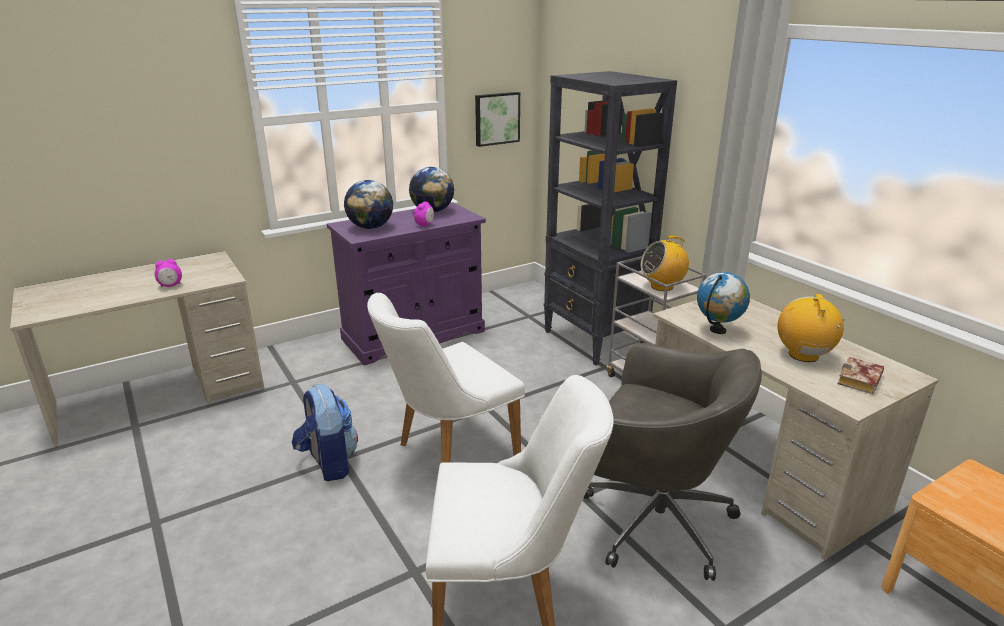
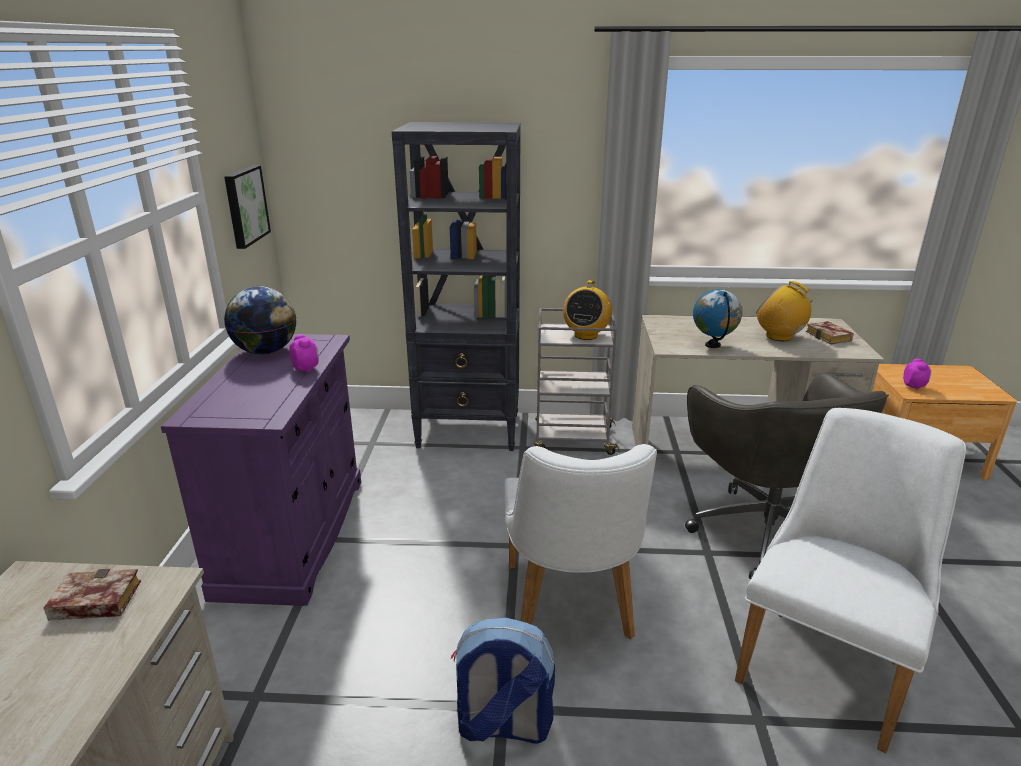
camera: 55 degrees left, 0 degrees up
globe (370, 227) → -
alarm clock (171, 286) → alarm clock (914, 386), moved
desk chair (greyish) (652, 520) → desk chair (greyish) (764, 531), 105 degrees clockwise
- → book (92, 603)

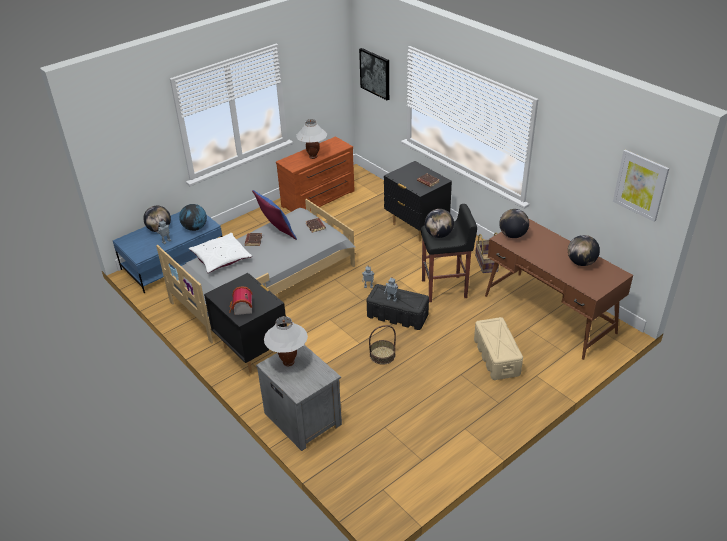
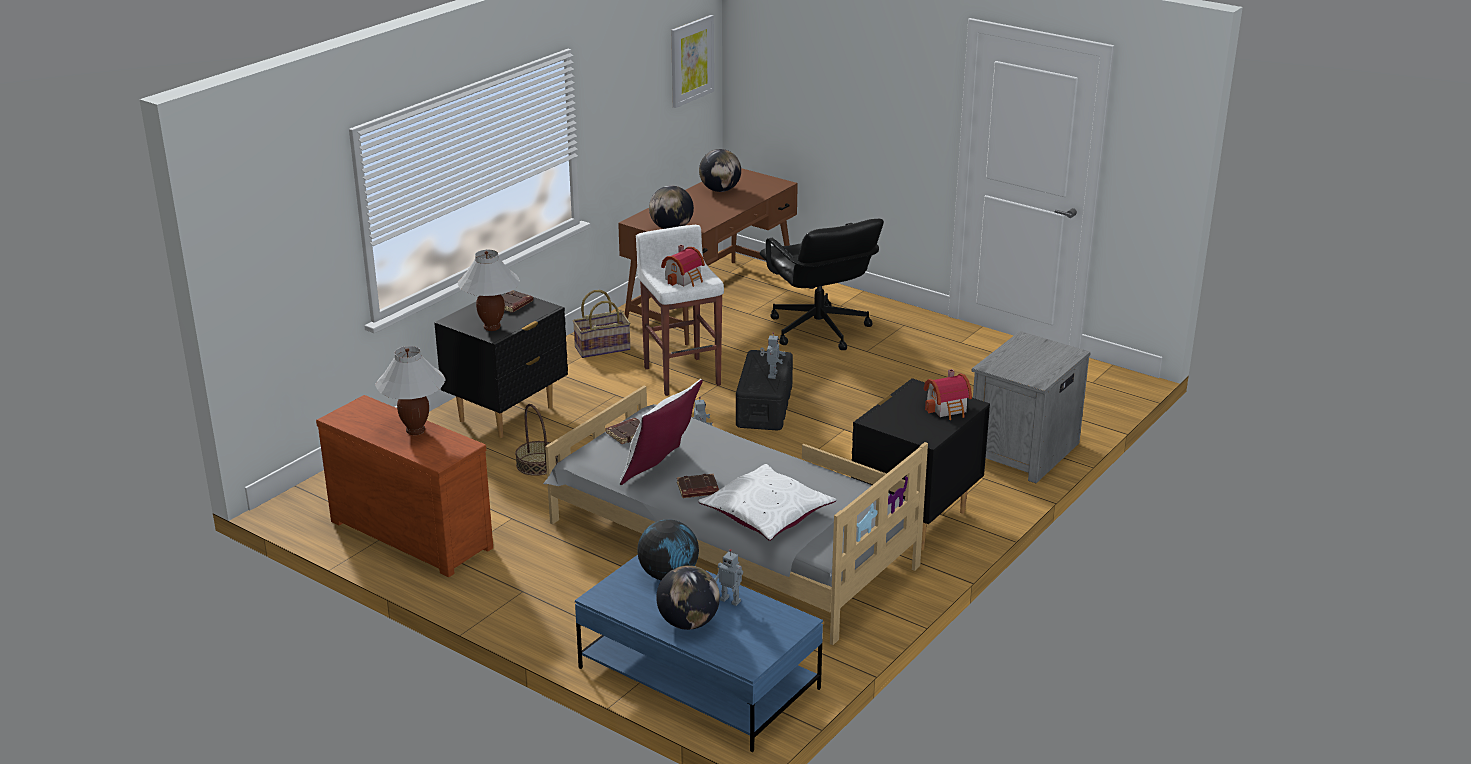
camera: 105 degrees left, 10 degrees down
wall picture (375, 73) → -
pillow (blue-coloured) (277, 233) → pillow (white) (661, 470)
stool seat (black) (445, 289) → stool seat (white) (682, 375)
globe (438, 235) → model house (685, 279)
table lamp (white) (288, 362) → table lamp (white) (492, 327), moved
storage box (beige-coloured) (496, 356) → desk chair (black) (818, 330)
household basket (382, 355) → household basket (538, 464), moved

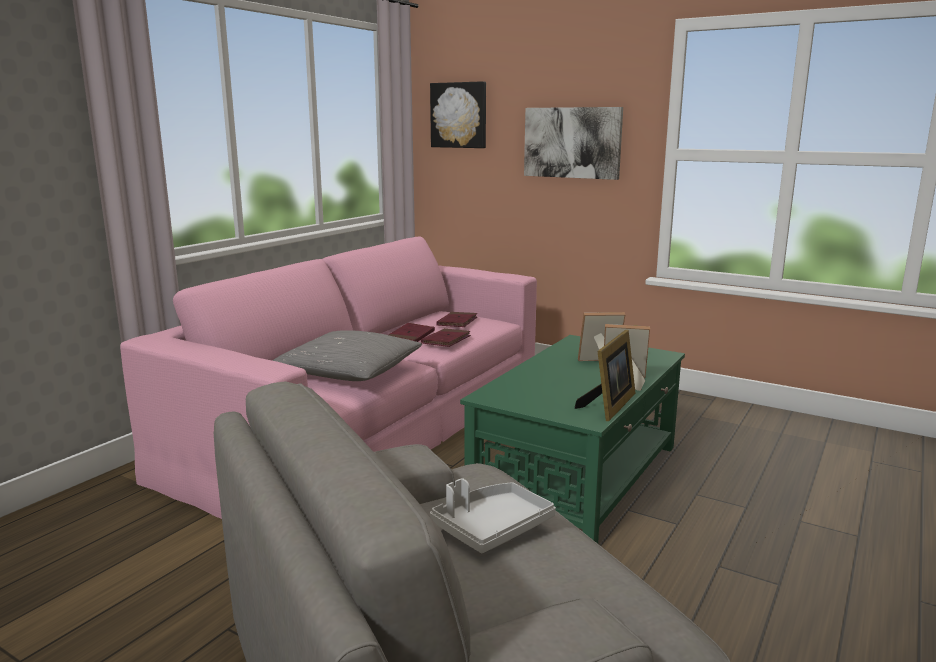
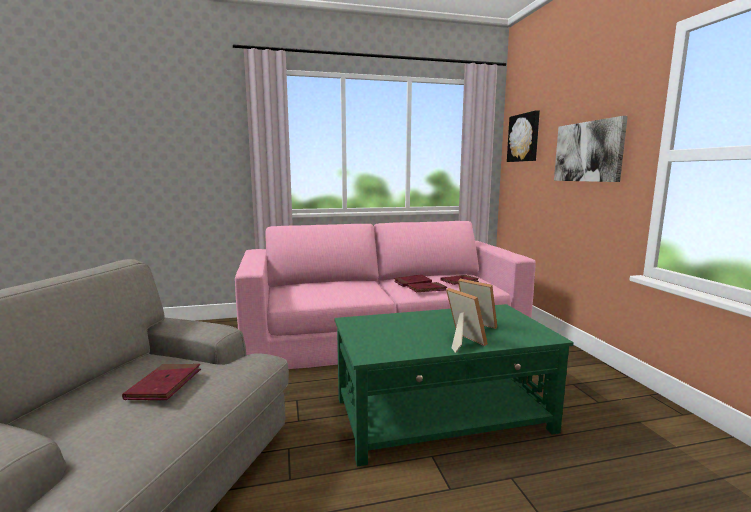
camera: 45 degrees right, 5 degrees down
pillow (greyish) (349, 372) → -
picture frame (609, 405) → -
tray (greyish) (492, 528) → book (red) (164, 385)

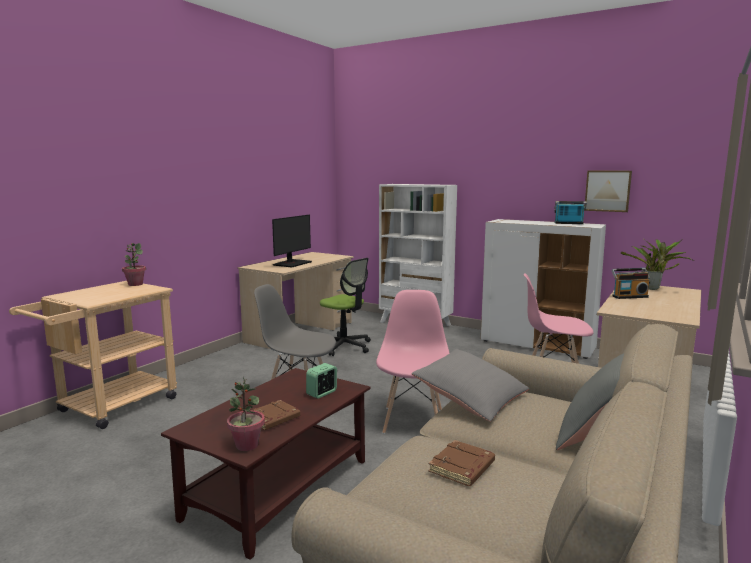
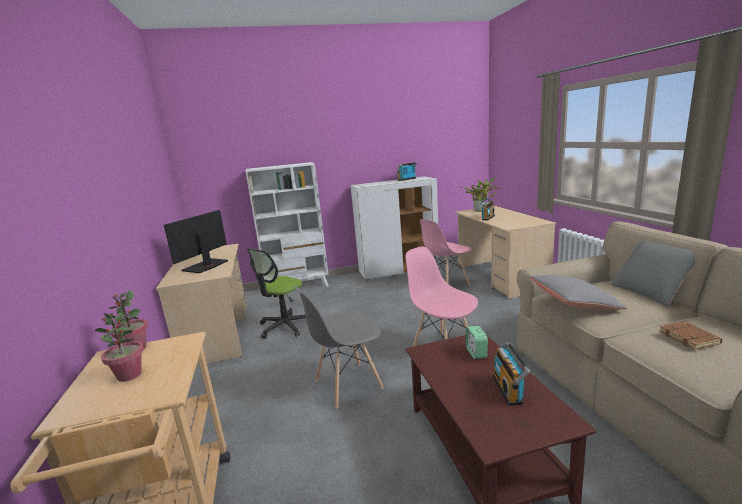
camera: 45 degrees left, 5 degrees up
wall picture (607, 191) → -
computer screen (292, 263) → computer screen (205, 266), 135 degrees counterclockwise
desk chair (345, 346) → desk chair (285, 326), 135 degrees clockwise
plant in a pot (247, 445) → plant in a pot (129, 375), moved
book (brown-coloured) (273, 419) → radio (509, 389)

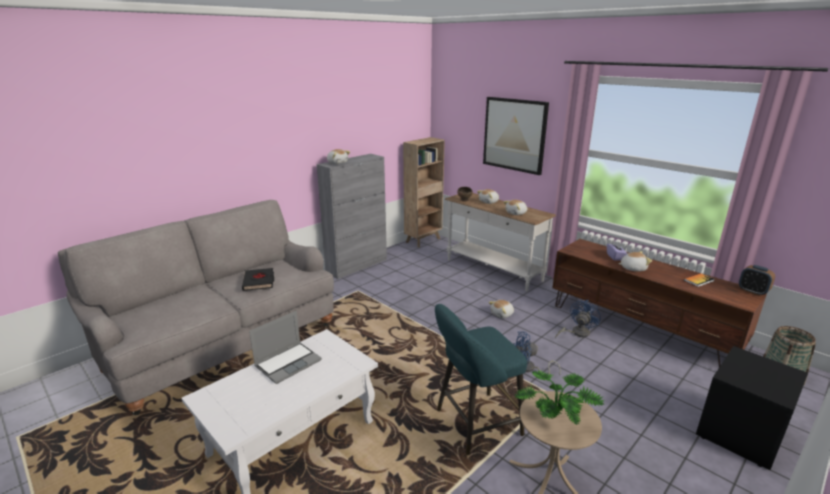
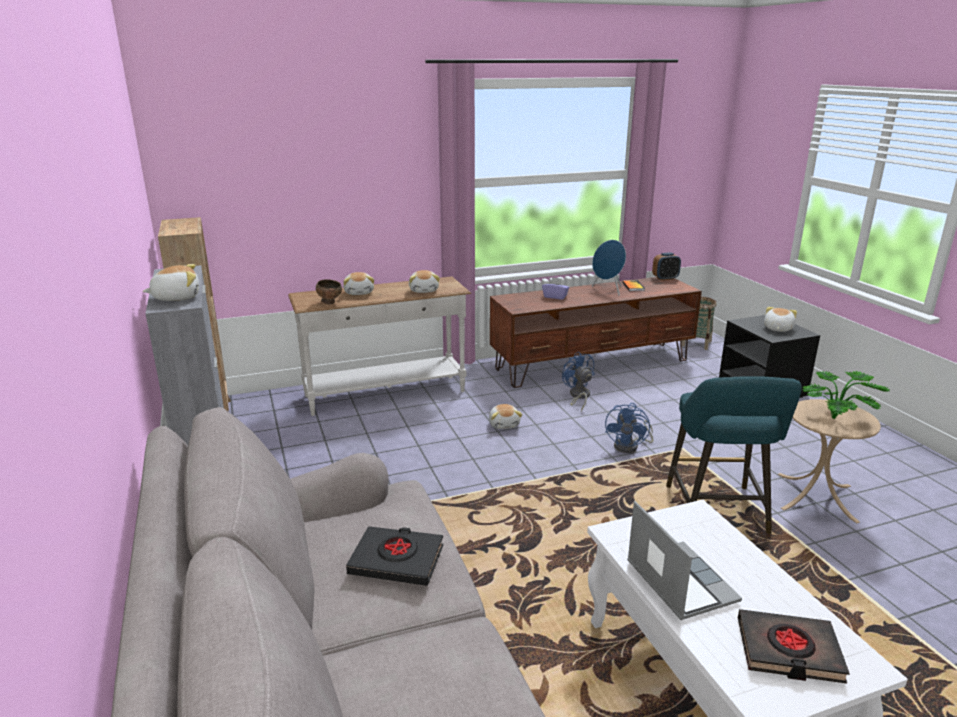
camera: 65 degrees left, 0 degrees up
wall picture (514, 134) → -
soft toy (632, 268) → soft toy (777, 329), moved
- → audio speaker (blue-coloured) (608, 290)
- → book (black) (788, 651)

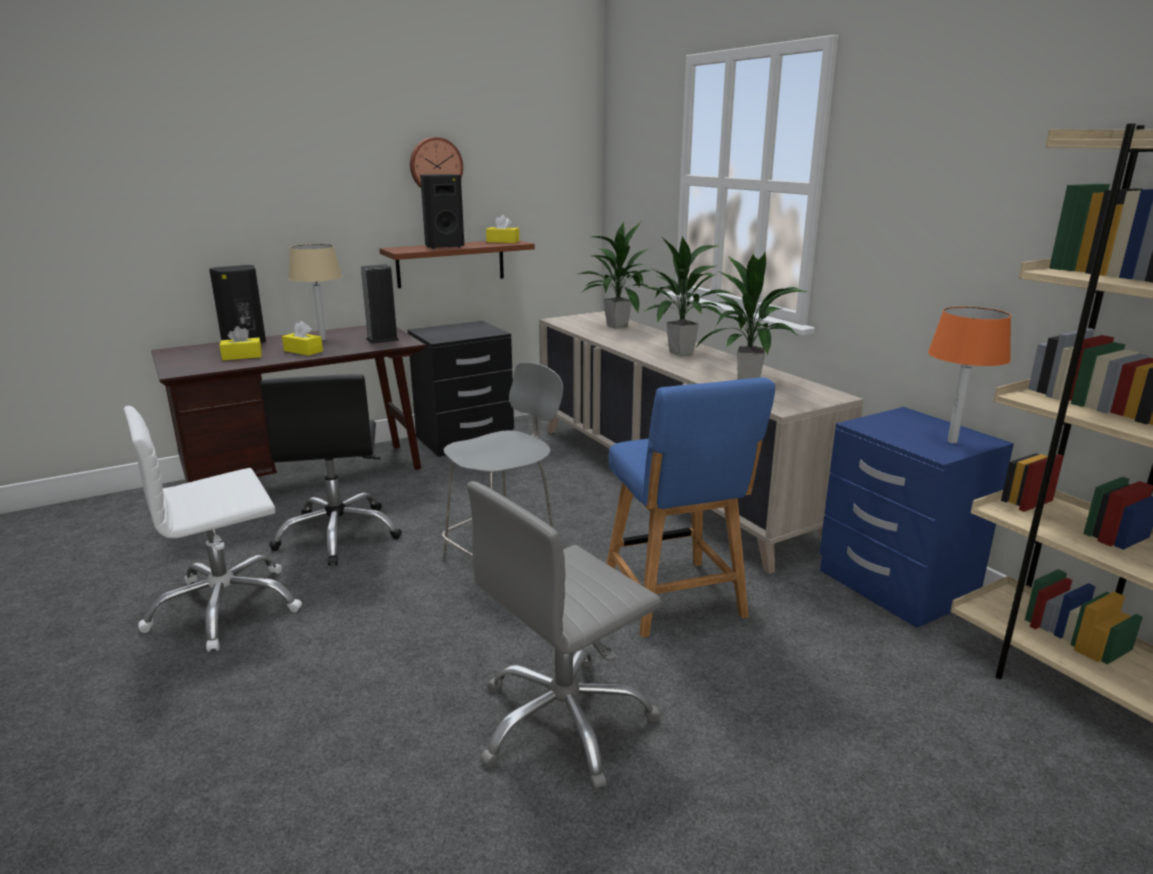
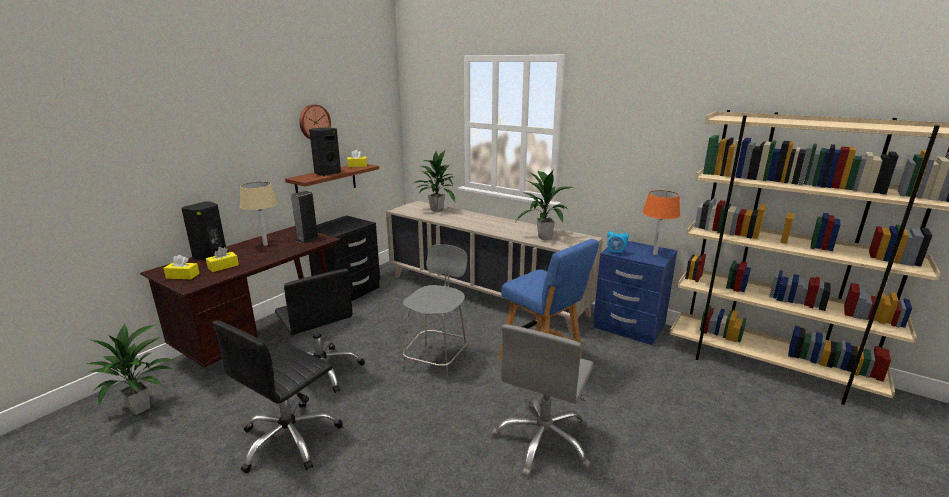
camera: 25 degrees left, 0 degrees up
plant in a pot (682, 352) → plant in a pot (141, 408), moved
tissue box (yellow) (303, 351) → tissue box (yellow) (183, 276), moved
desk chair (white) (225, 608) → desk chair (black) (290, 439)
- → alarm clock (615, 252)

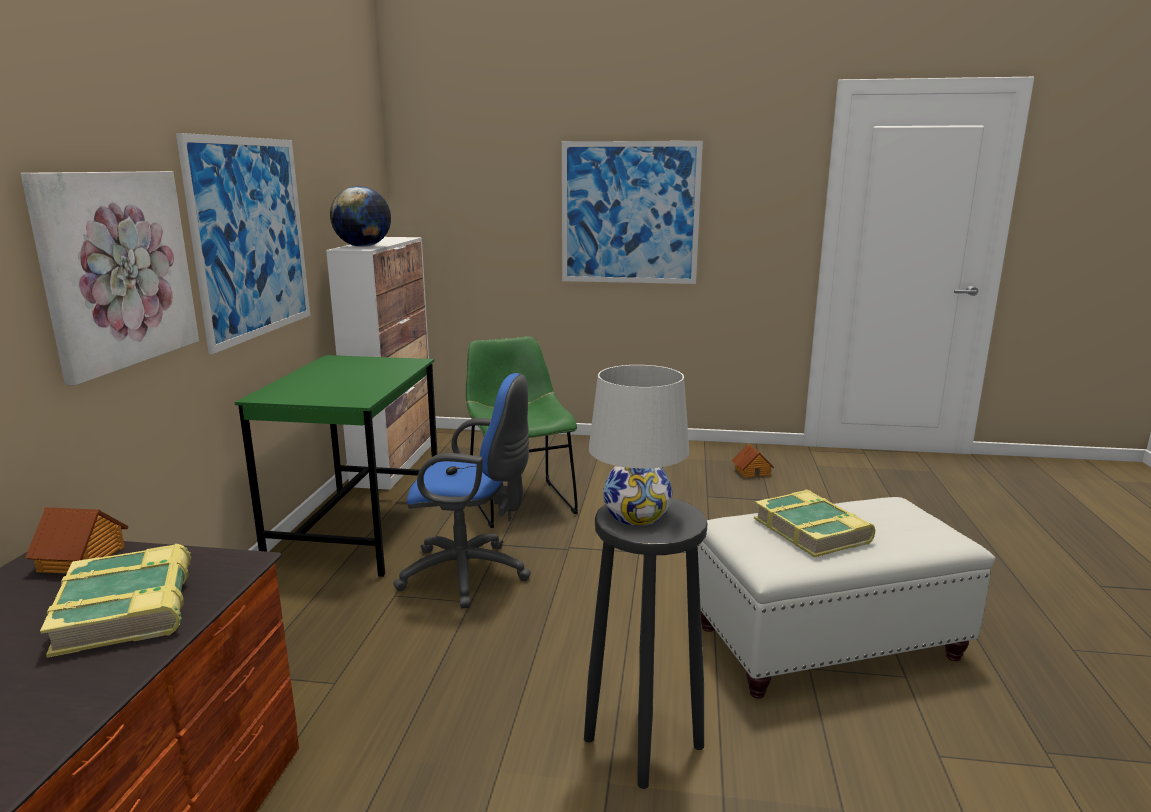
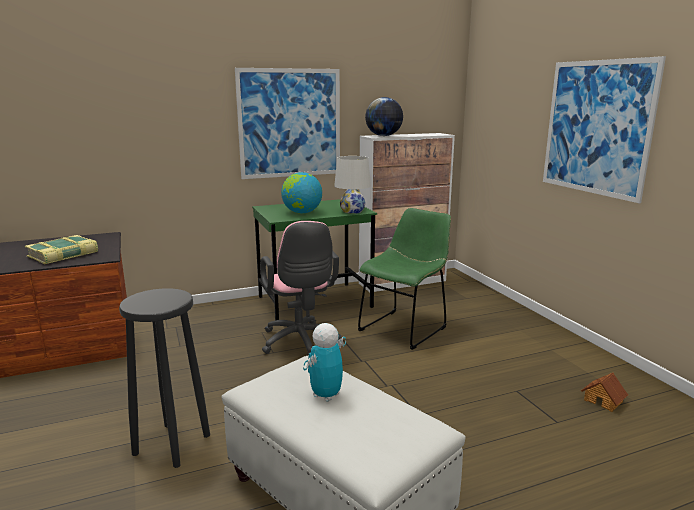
camera: 60 degrees right, 0 degrees up
wall picture (116, 269) → -
table lamp (white) (637, 514) → table lamp (white) (352, 211), moved
desk chair (blue-coloured) (471, 575) → desk chair (pink) (300, 343)
book (812, 531) → robot figure (326, 395)
model house (83, 559) → -
- → globe (302, 212)

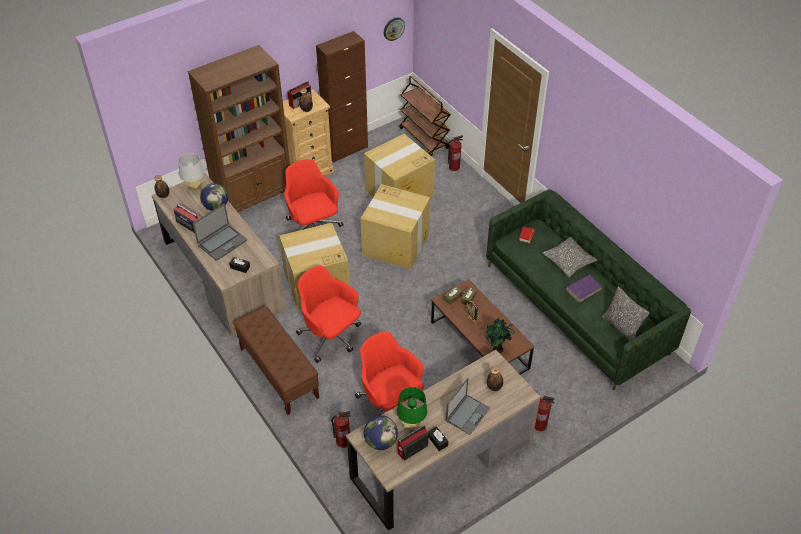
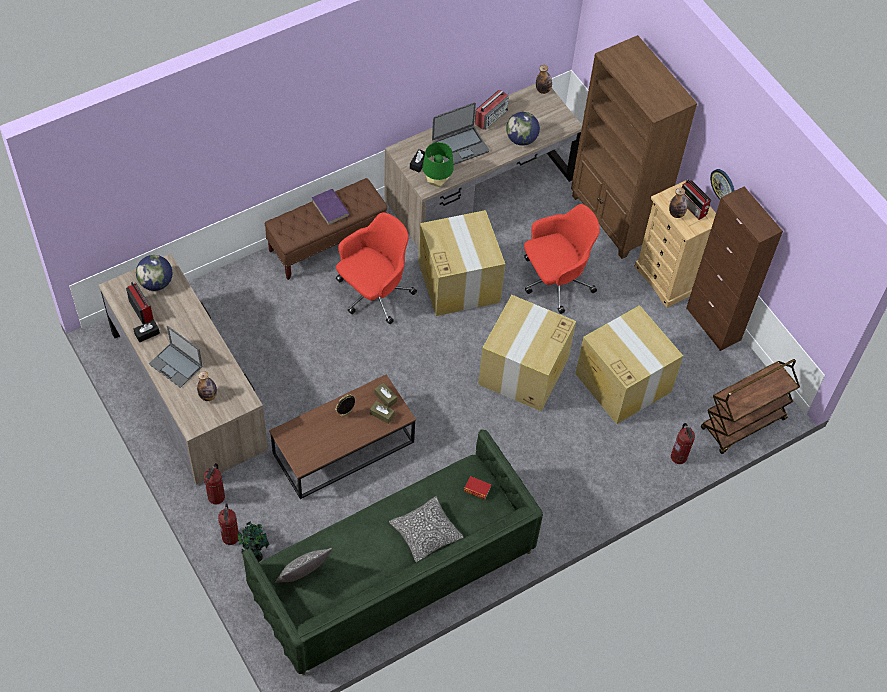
camera: 90 degrees right, 10 degrees up
hanging clock (393, 28) → hanging clock (723, 185), moved
table lamp (greyish) (194, 186) → -
laptop (222, 242) → laptop (460, 146), 75 degrees counterclockwise
book (purple-coloured) (583, 289) → book (purple-coloured) (330, 208), moved
plant in a pot (497, 349) → plant in a pot (255, 556), moved
desk chair (red) (390, 405) → -
table lamp (greenish) (411, 423) → table lamp (greenish) (437, 181), moved
fire-fighting cylinder (343, 441) → fire-fighting cylinder (231, 537), moved

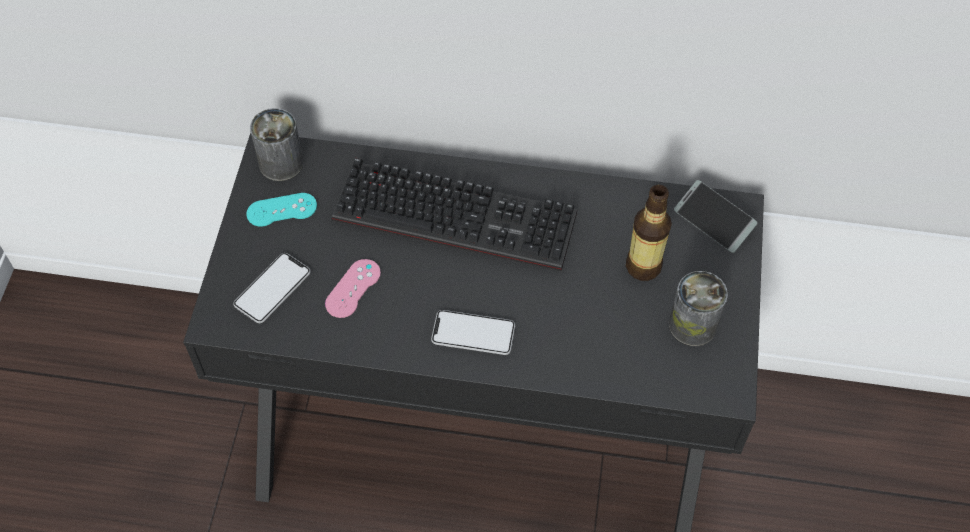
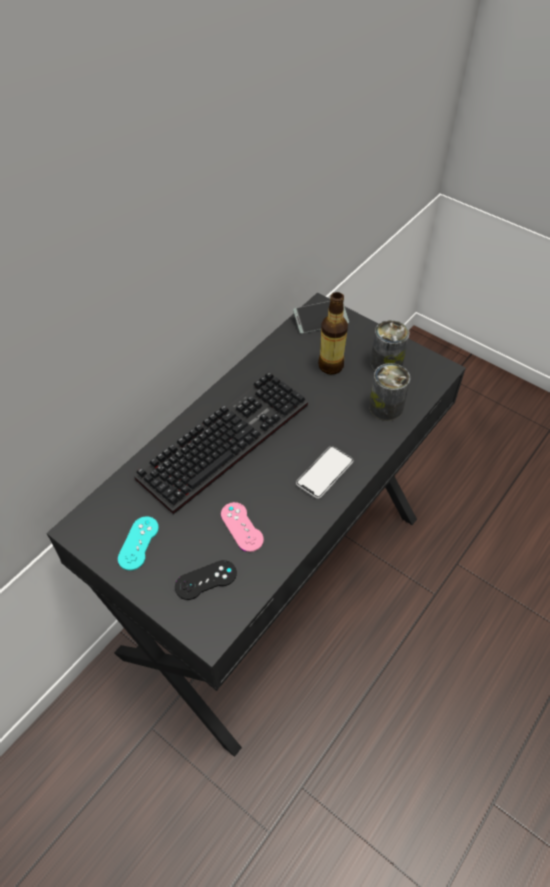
camera: 60 degrees left, 5 degrees down
metal can (281, 163) → metal can (386, 407), moved
telephone (272, 289) → game controller (black) (206, 580)

